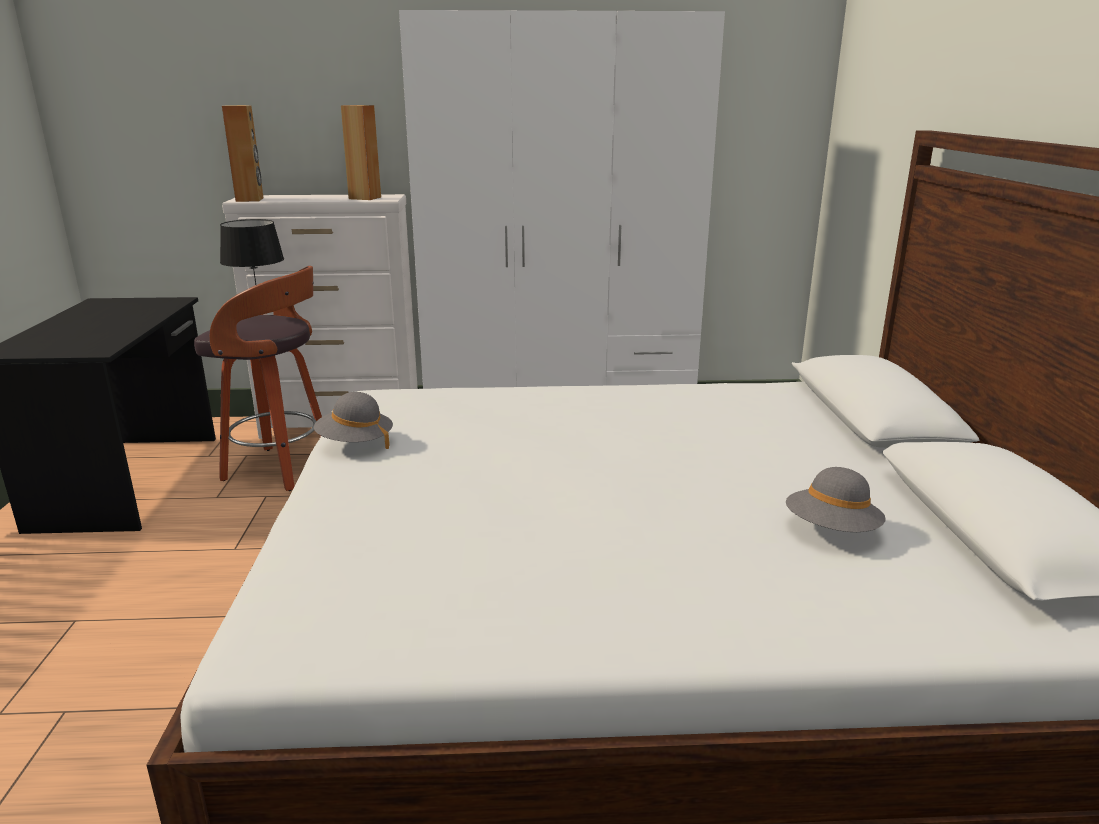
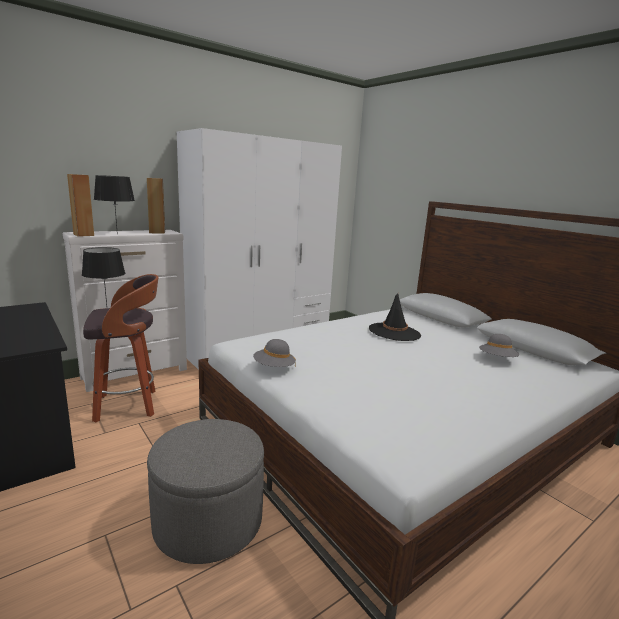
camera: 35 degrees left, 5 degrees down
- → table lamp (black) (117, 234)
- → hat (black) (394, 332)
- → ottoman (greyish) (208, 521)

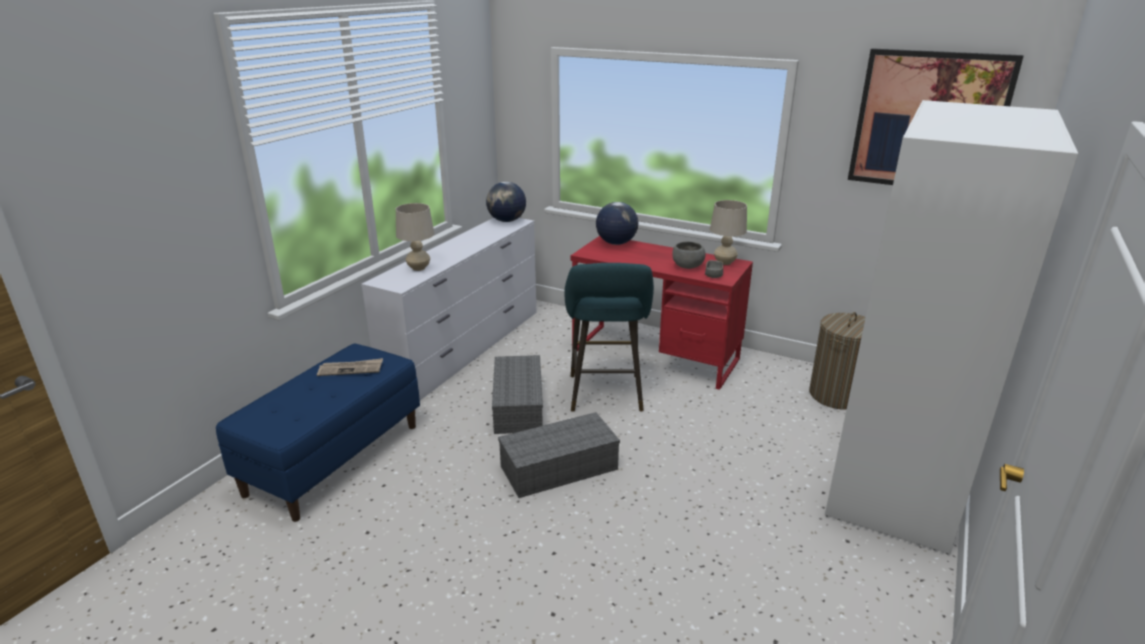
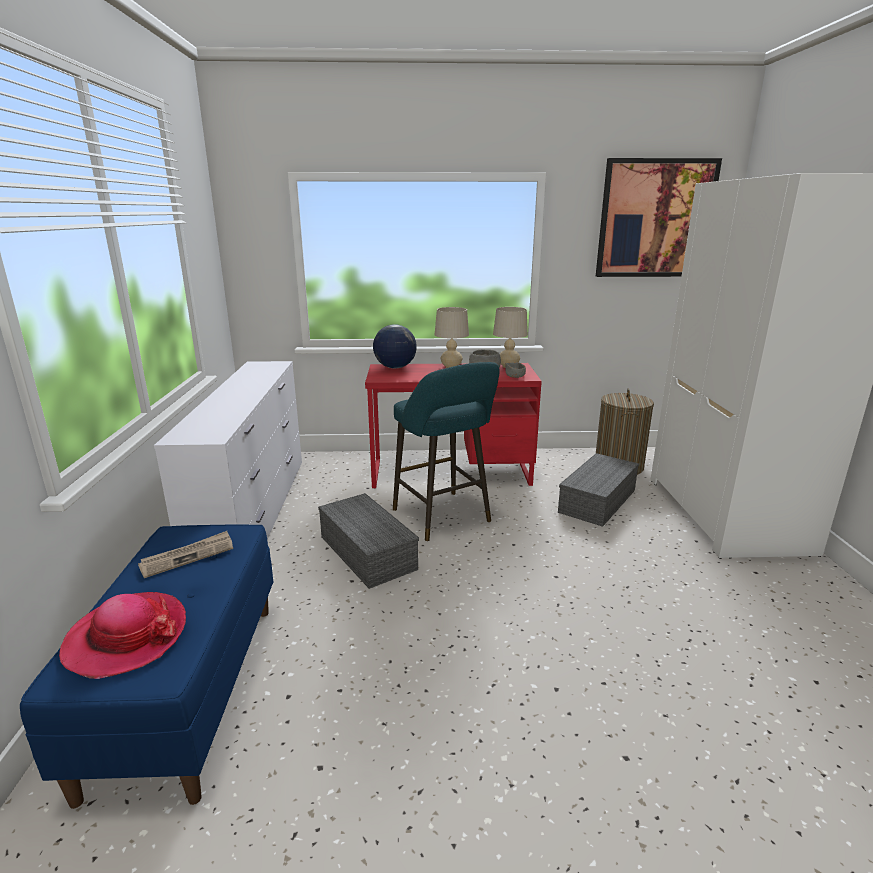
camera: 30 degrees left, 5 degrees down
globe (506, 221) → -
table lamp (beige-coloured) (418, 268) → table lamp (beige-coloured) (451, 367), moved
storage box (greyish) (558, 469) → storage box (greyish) (598, 502), moved
- → hat (126, 637)

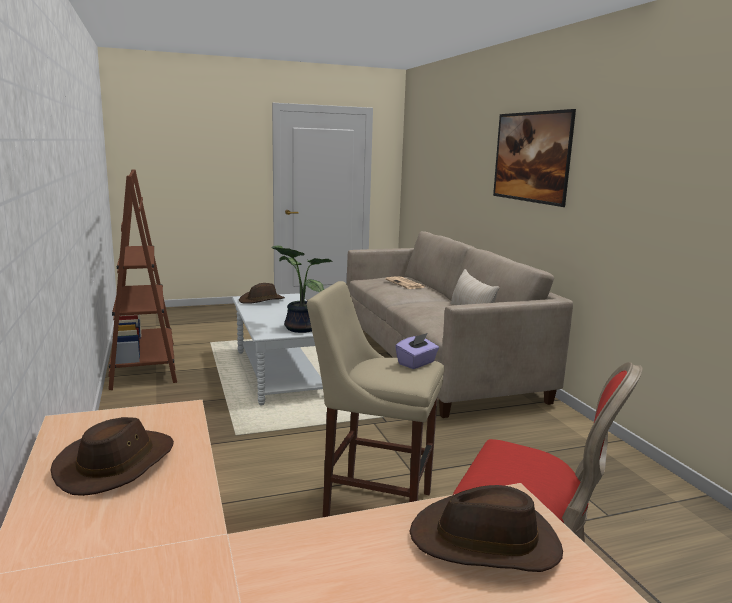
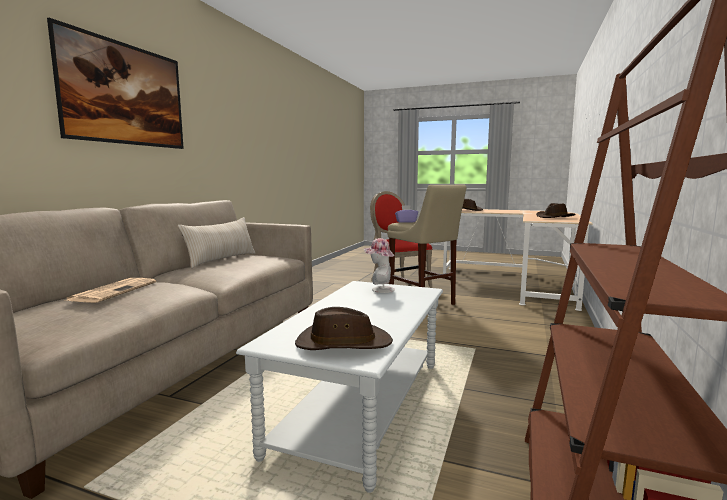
camera: 140 degrees left, 5 degrees down
plant in a pot (299, 328) → hat (379, 289)

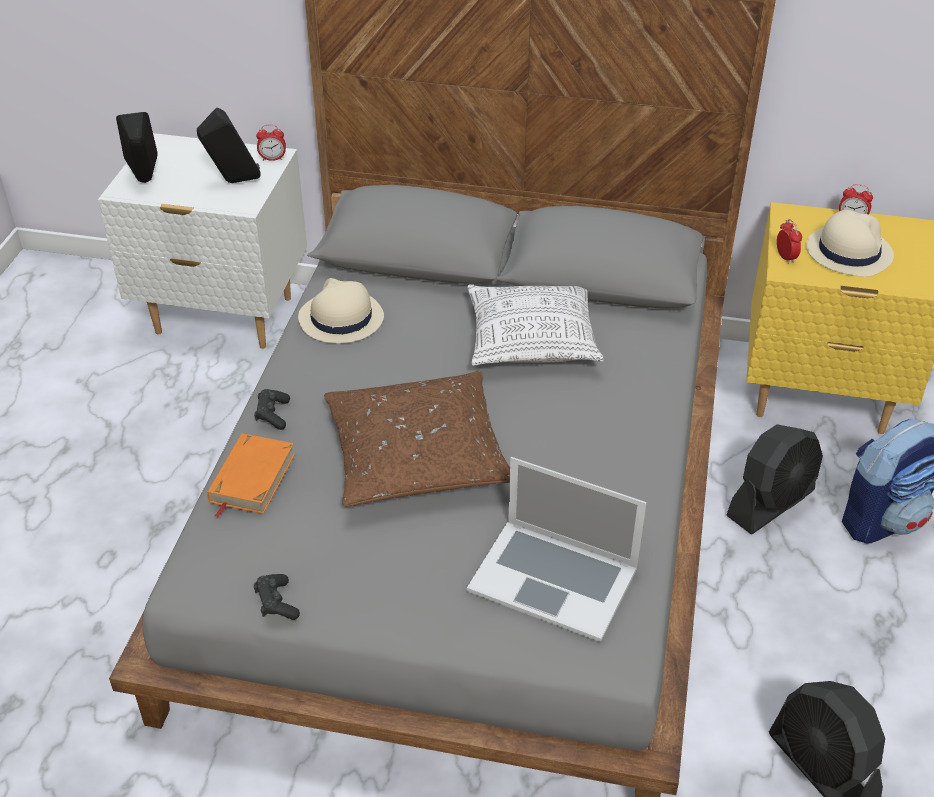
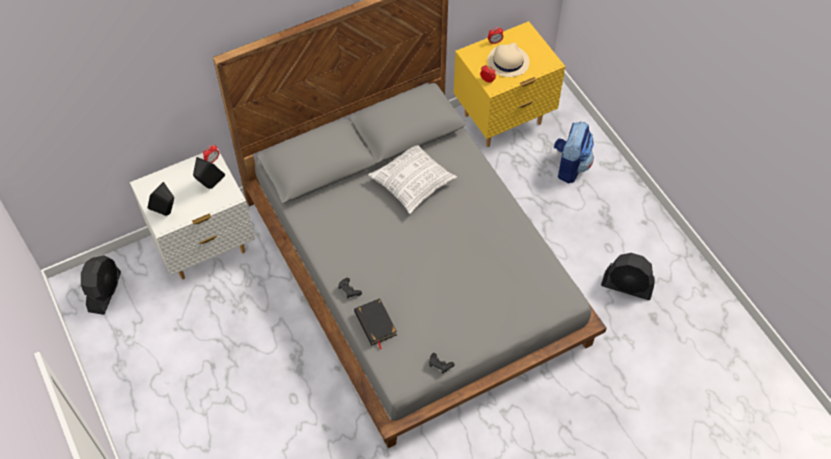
camera: 40 degrees left, 15 degrees up
hat (beige-coloured) (340, 318) → -
pillow (brown-coloured) (417, 454) → -
cooling fan (black) (771, 503) → cooling fan (black) (105, 292), moved
book (orange-coloured) (251, 478) → book (black) (375, 324)
laptop (553, 578) → -

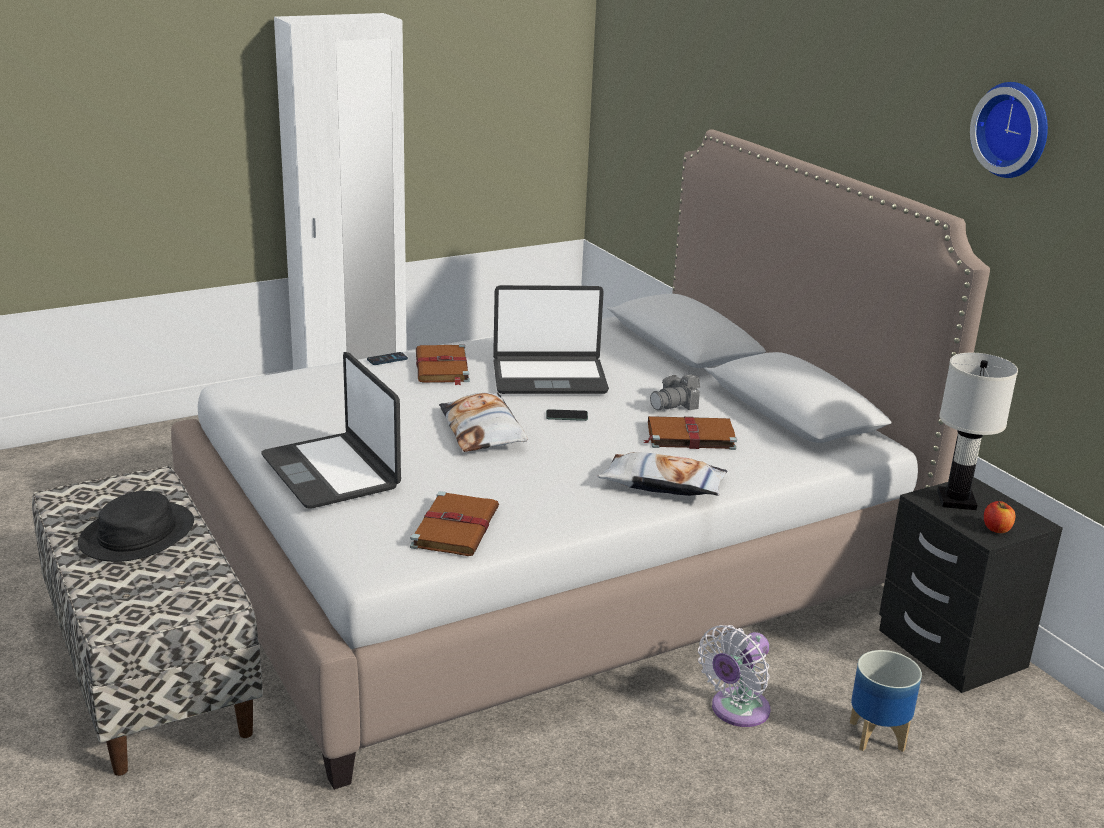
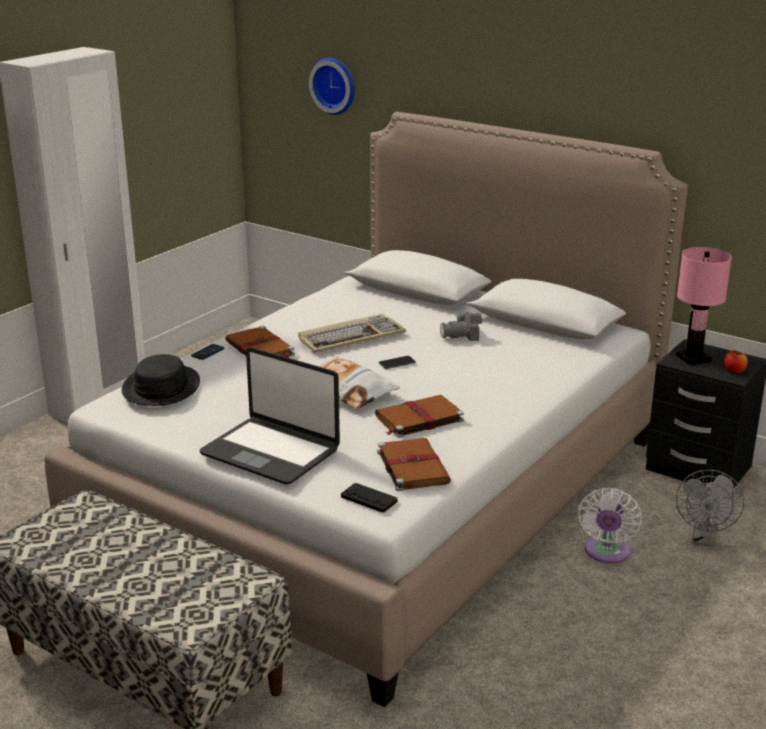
camera: 25 degrees left, 0 degrees up
hanging clock (1014, 129) → hanging clock (335, 85), moved
laptop (549, 377) → PC keyboard (351, 337)
table lamp (white) (955, 500) → table lamp (pink) (692, 358)
still camera (675, 405) → still camera (462, 336), 45 degrees clockwise
book (brown-coloured) (689, 436) → book (brown-coloured) (418, 419), moved
pillow (663, 484) → -
hat (black) (137, 534) → hat (black) (161, 387), moved
planter (877, 736) → cooling fan (greyish) (704, 540)
- → game controller (black) (369, 499)

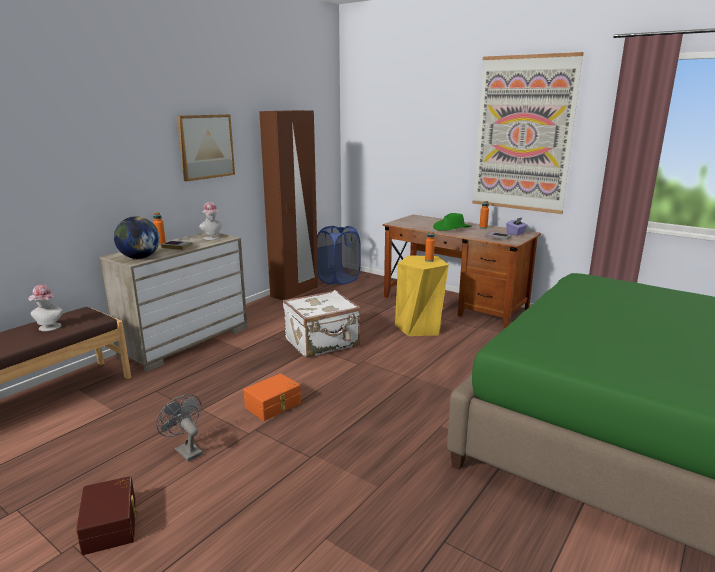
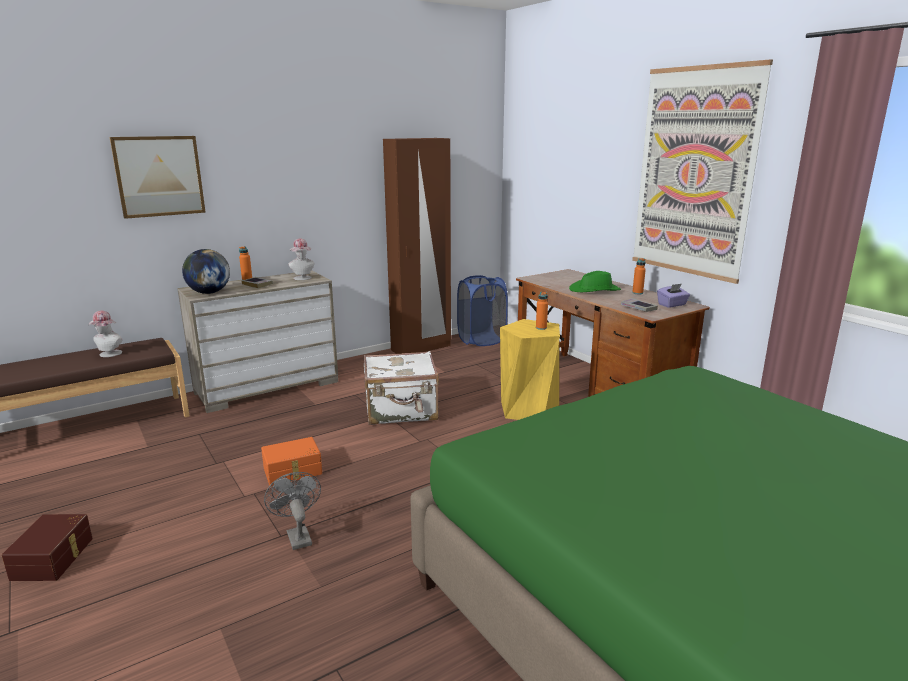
camera: 20 degrees right, 0 degrees up
wall picture (206, 146) → wall picture (159, 176), moved
cooling fan (greyish) (186, 450) → cooling fan (greyish) (297, 535), moved

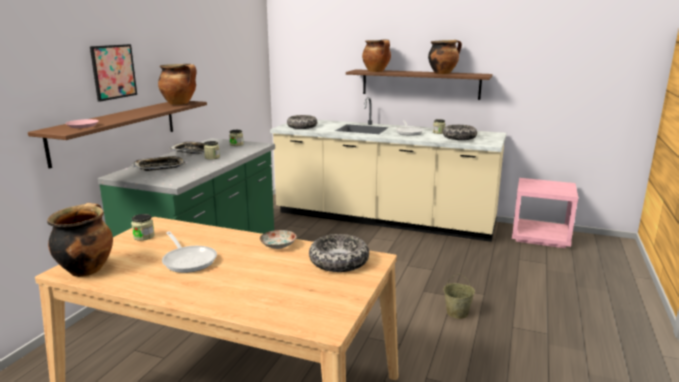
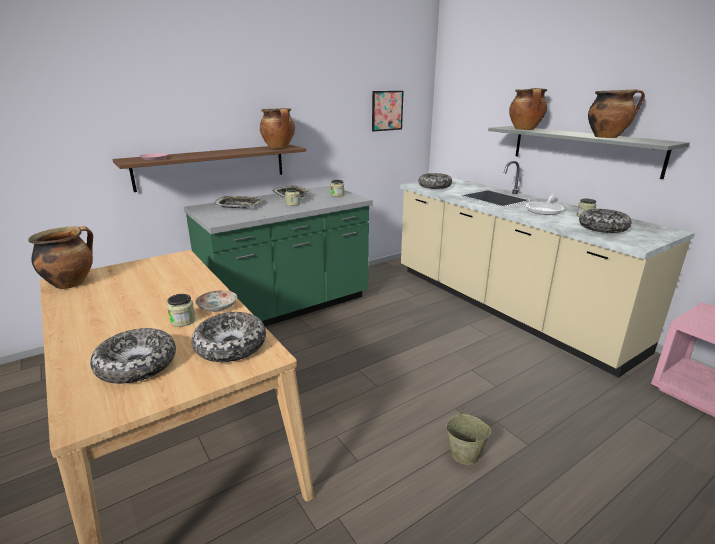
camera: 35 degrees right, 5 degrees up
wall picture (113, 72) → wall picture (387, 110), moved
bracket shelf (brown-coloured) (420, 84) → bracket shelf (greyish) (583, 149)
jar (144, 236) → jar (183, 321), moved
frying pan (188, 260) → -
- → bowl (137, 365)

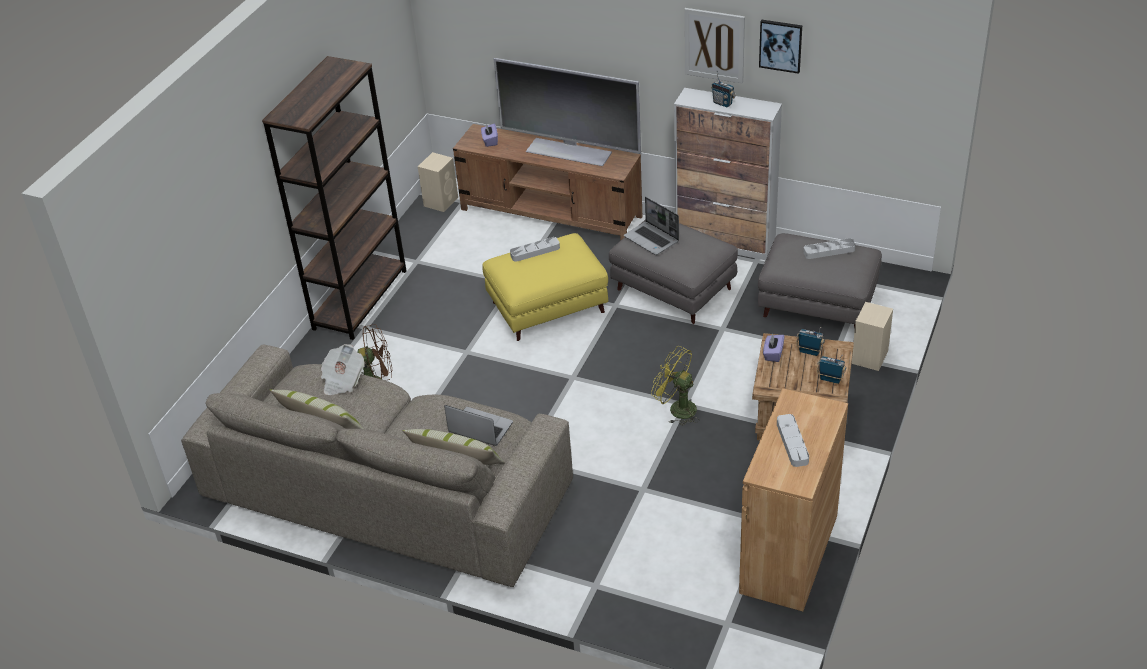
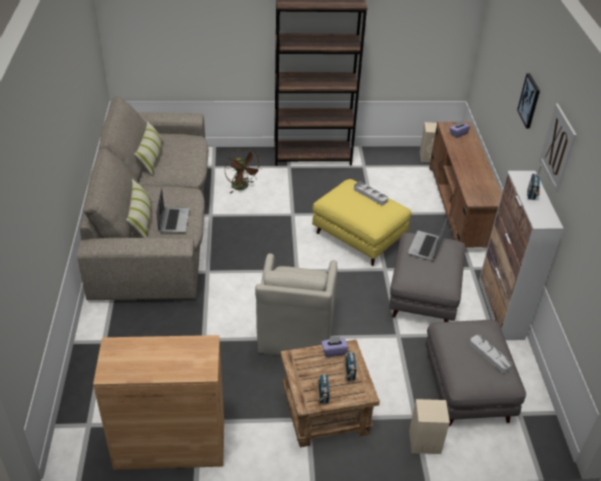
camera: 60 degrees right, 0 degrees up
wall picture (780, 45) → wall picture (529, 100), moved
TV (569, 151) → -
newspaper (342, 380) → -
cooling fan (yellow) (677, 408) → easy chair (beige-coloured) (294, 334)
tray (greyish) (792, 443) → -

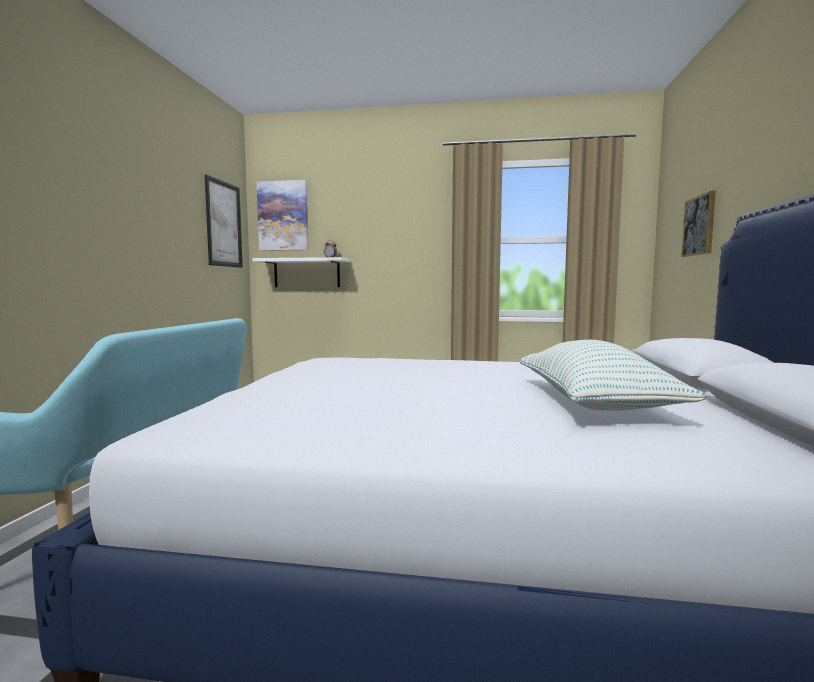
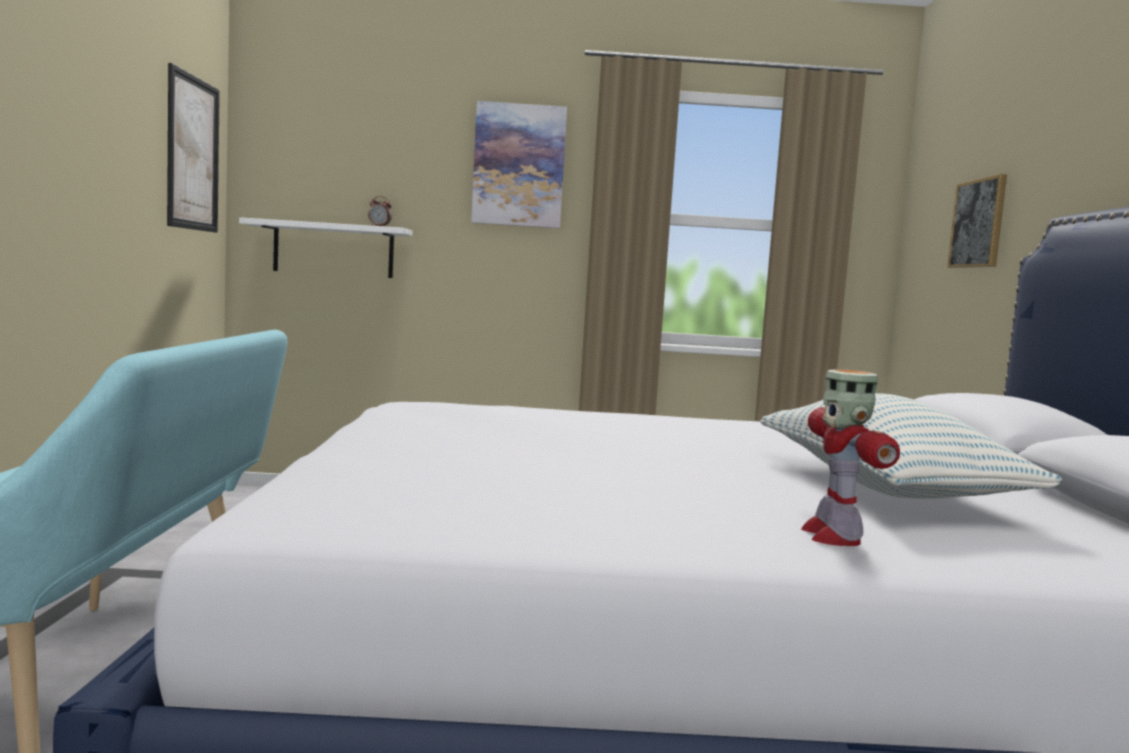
camera: 10 degrees left, 0 degrees up
wall picture (283, 216) → wall picture (519, 165), moved
- → robot figure (833, 535)

